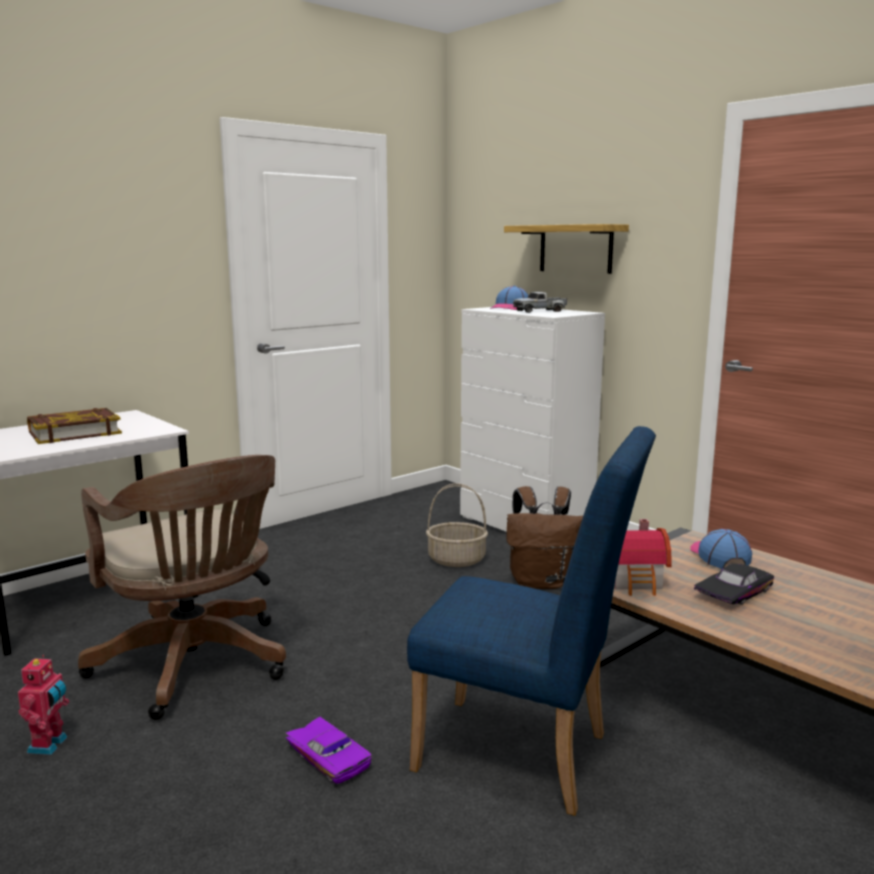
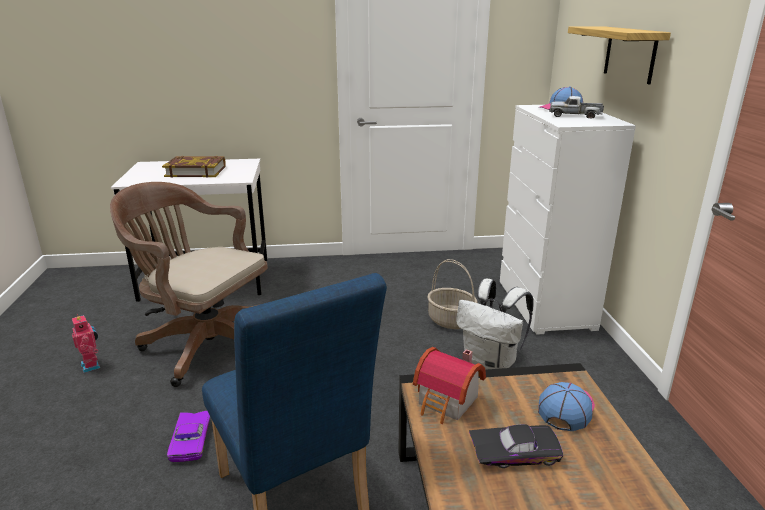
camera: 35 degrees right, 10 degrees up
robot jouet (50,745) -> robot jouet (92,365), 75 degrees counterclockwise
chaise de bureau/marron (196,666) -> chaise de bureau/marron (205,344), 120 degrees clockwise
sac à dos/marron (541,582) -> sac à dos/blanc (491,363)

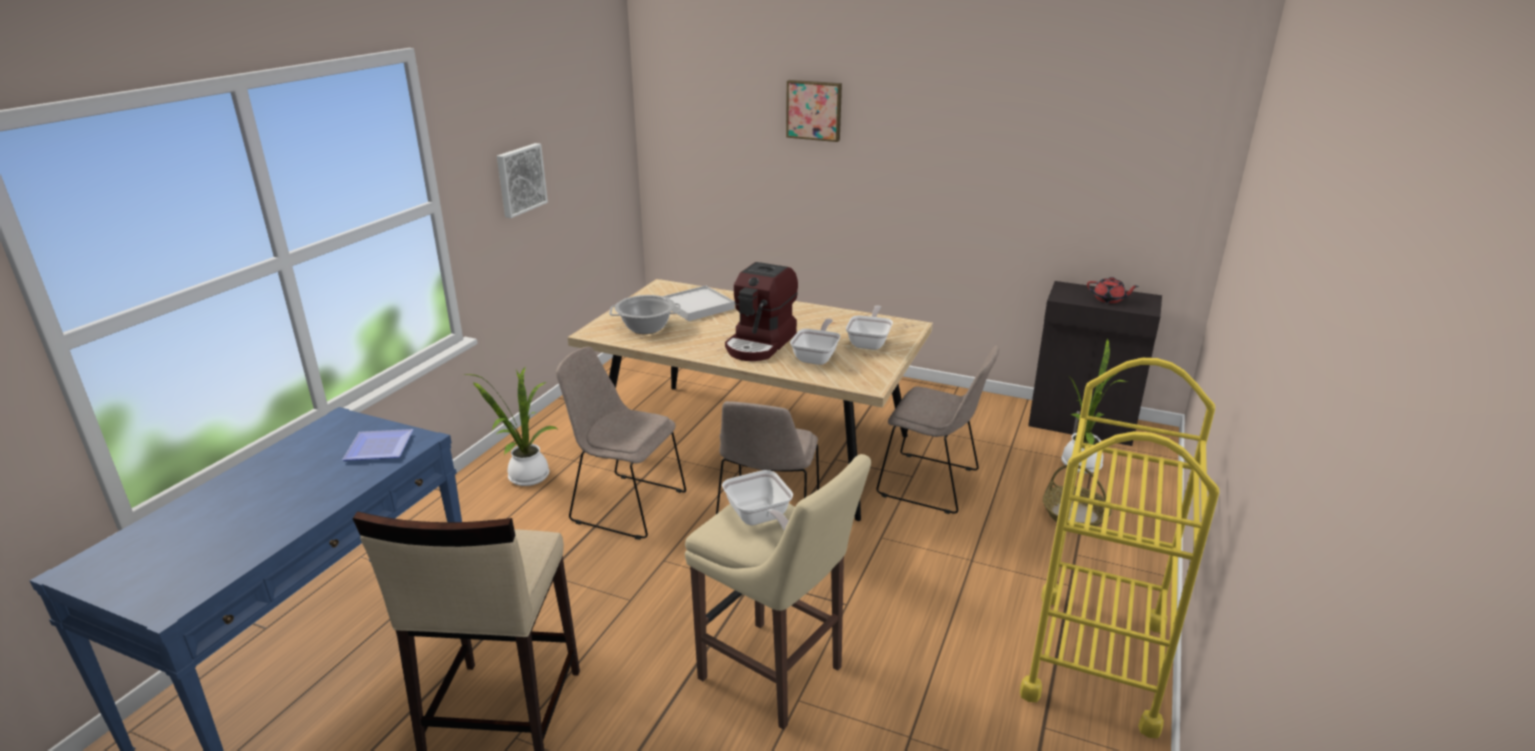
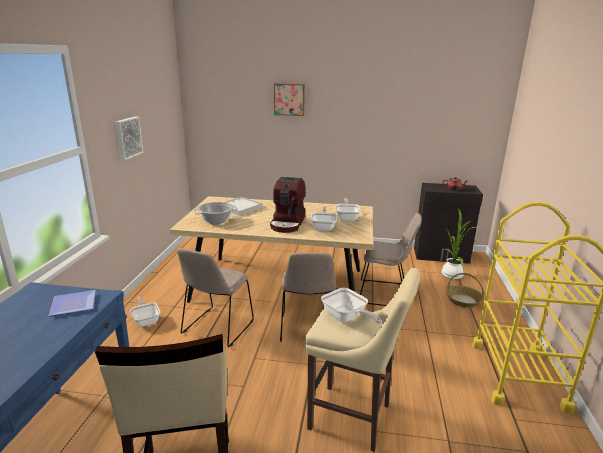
camera: 15 degrees left, 5 degrees down
plante en pot (525,477) -> poêle (146,320)
chaise/beige (625,505) -> chaise/beige (217,328), 75 degrees counterclockwise

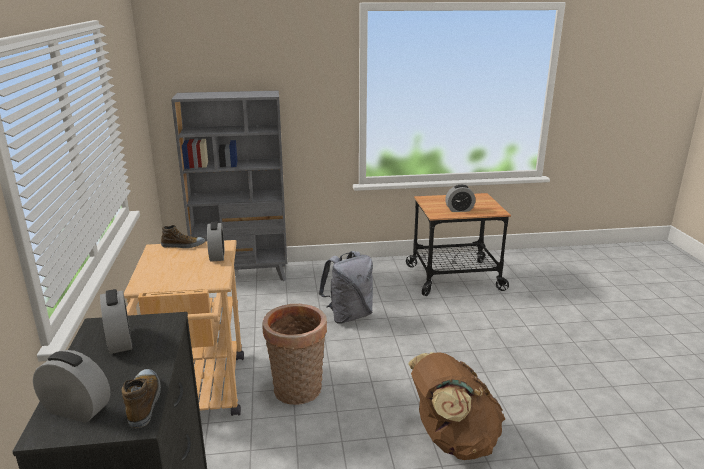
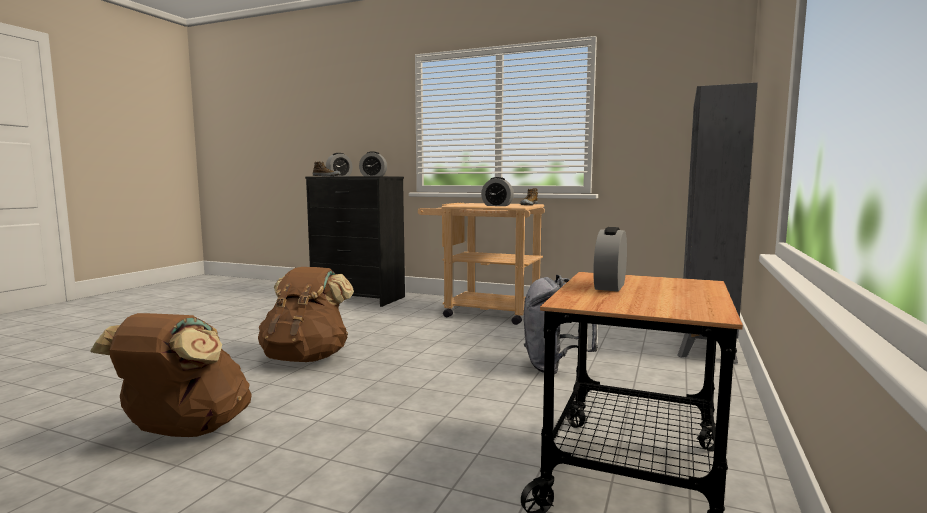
camera: 120 degrees right, 15 degrees down
panier (297,392) -> none
none -> sac à dos/marron (184,431)

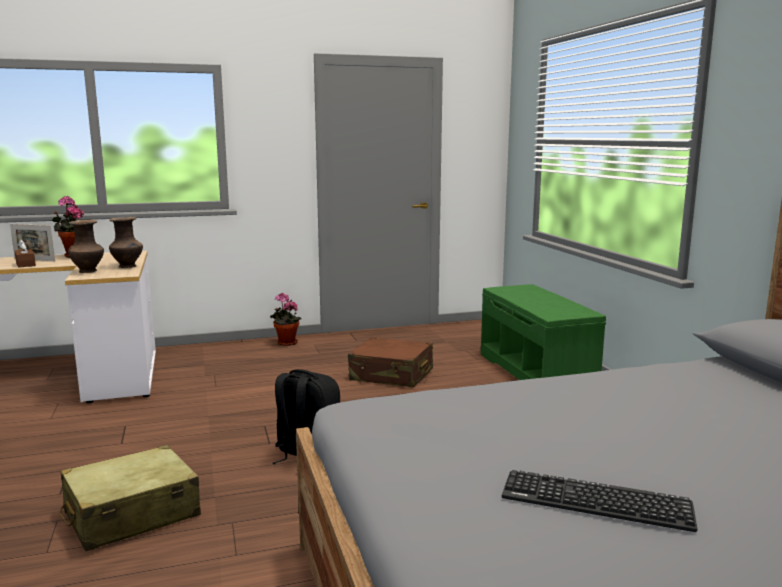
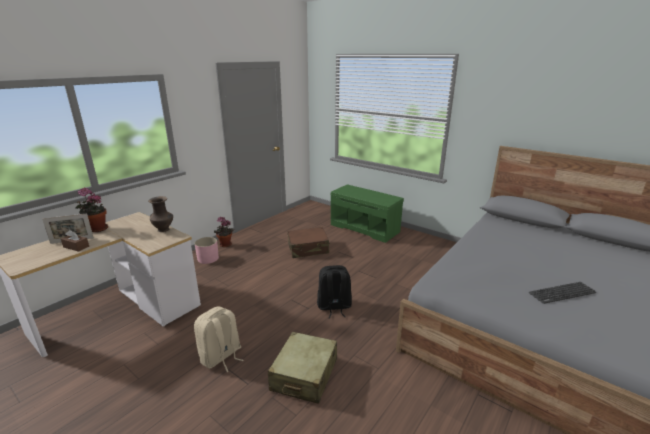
camera: 35 degrees left, 10 degrees up
vase/marron (88,271) -> none
none -> cache-pot/rose (208,258)
none -> sac à dos/beige (221,357)

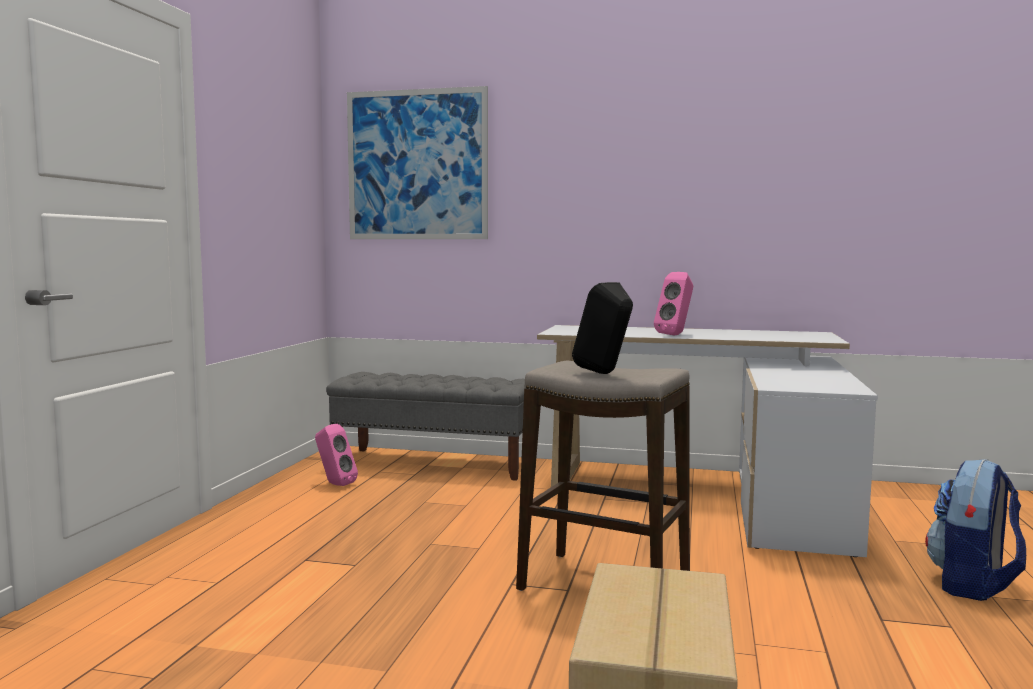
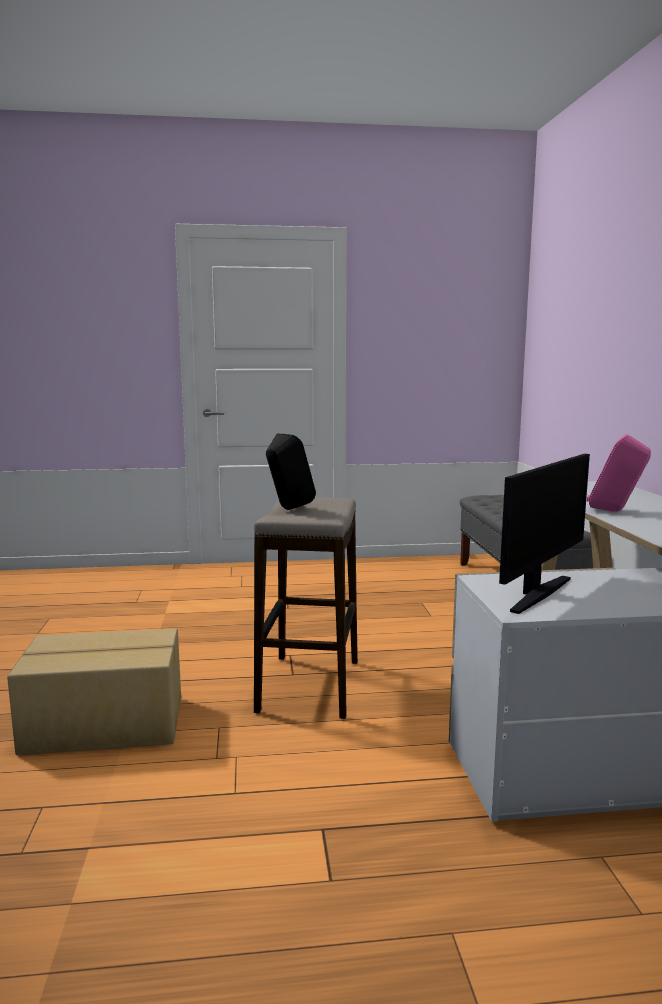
camera: 70 degrees right, 5 degrees up
enceinte/rose (334,484) -> none
tableau (417,165) -> none
sac à dos (973,585) -> none
none -> écran d'ordinateur (538,593)

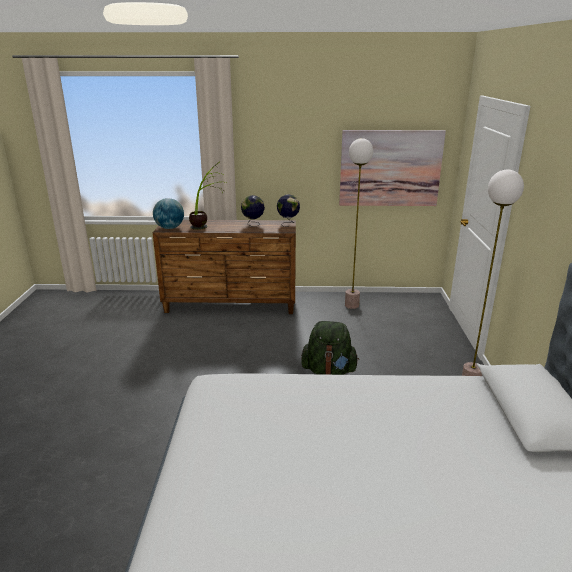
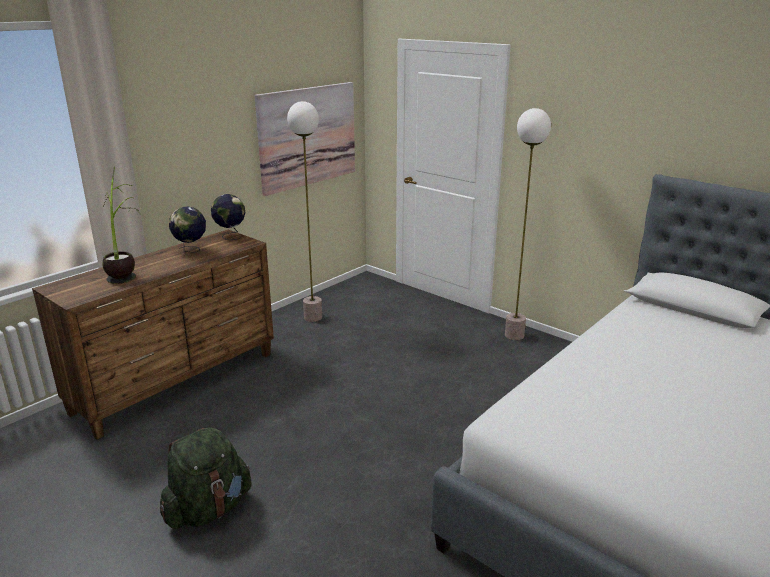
camera: 50 degrees left, 0 degrees up
globe (169,228) -> none
sac à dos/vert (329,371) -> sac à dos/vert (208,509), shifted

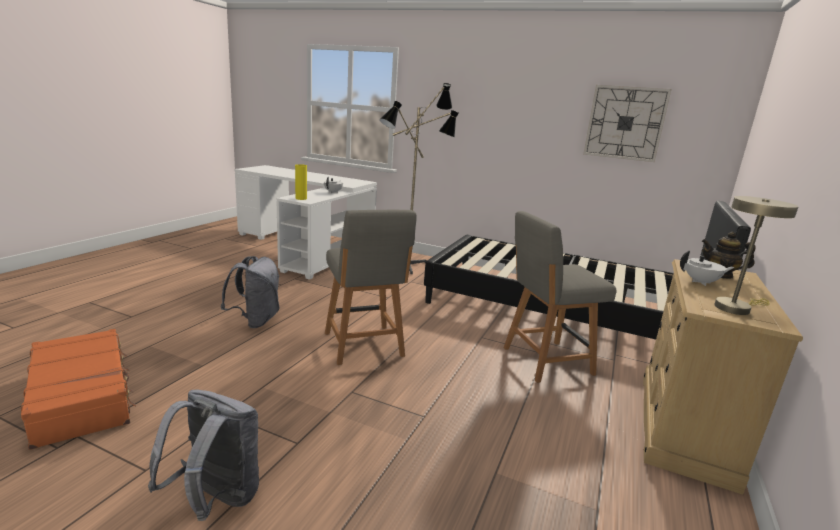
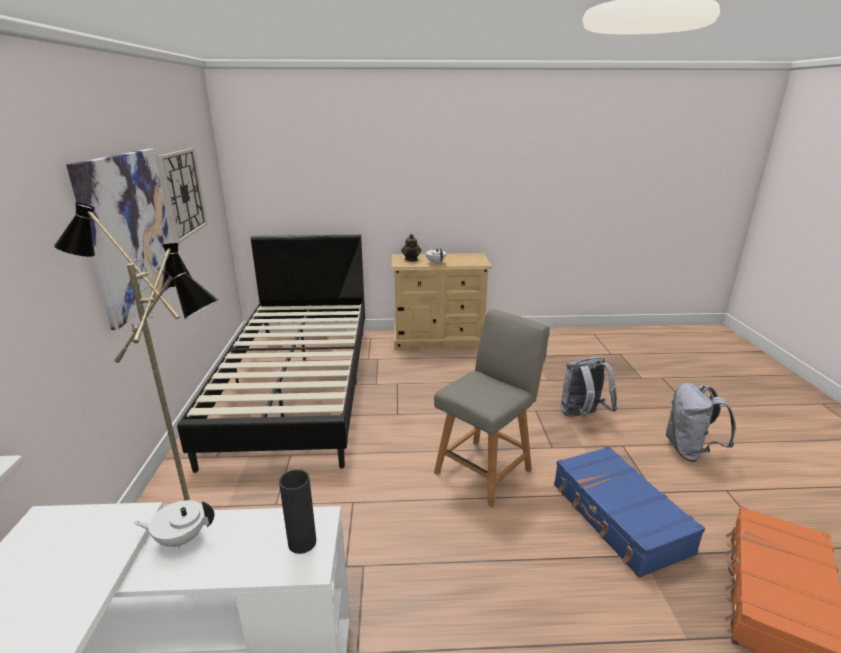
camera: 115 degrees left, 5 degrees up
sac à dos/gris (255,321) -> sac à dos/gris (582,416), shifted
vase/jaune (301,198) -> vase/noir (302,542)
chaise/gris (544,361) -> none
lampe de table/beige (735,307) -> none
none -> tableau (130,232)
none -> valise/bleu (618,518)

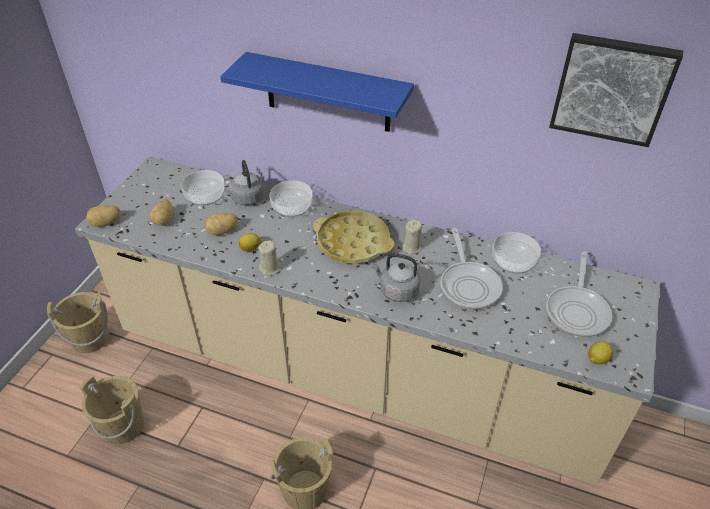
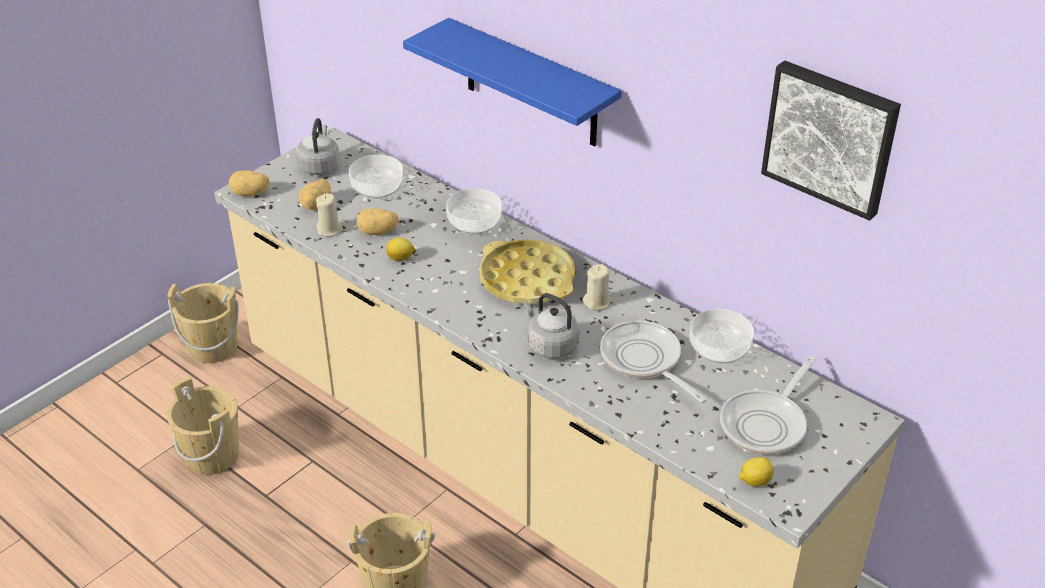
camera: 20 degrees right, 5 degrees down
bouilloire/gris (247,196) -> bouilloire/gris (319,166), shifted
bougie/beige (270,268) -> bougie/beige (329,229), shifted
poêle (469,284) -> poêle (644,361), 135 degrees clockwise

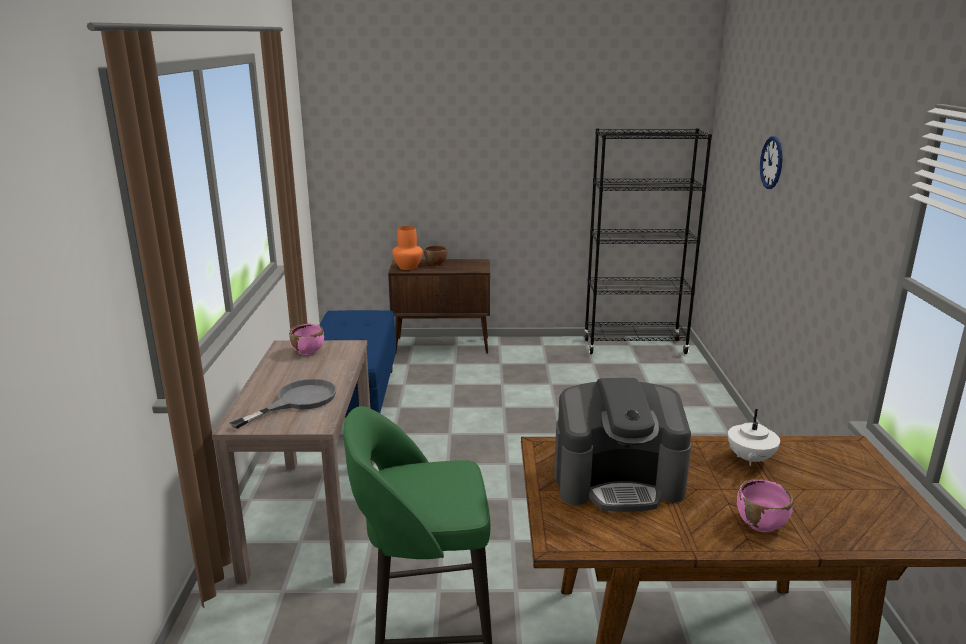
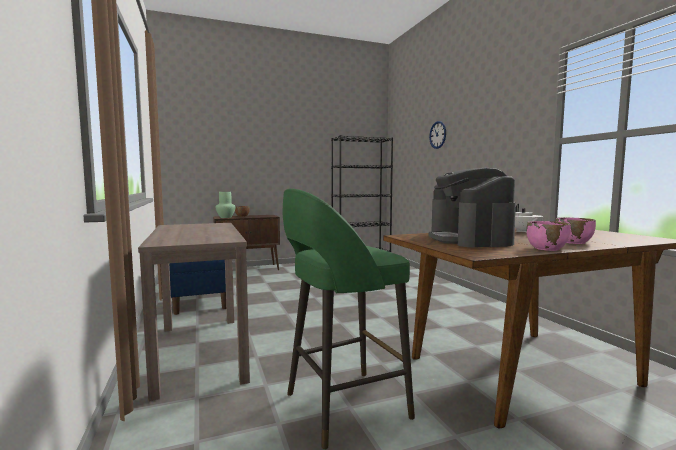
camera: 20 degrees left, 15 degrees down
poêle/gris (298,401) -> none
bol/rose (308,351) -> bol/rose (547,248), shifted
vase/orange (408,267) -> vase/vert (226,217)
machine à café (618,481) -> machine à café (469,239), 105 degrees clockwise

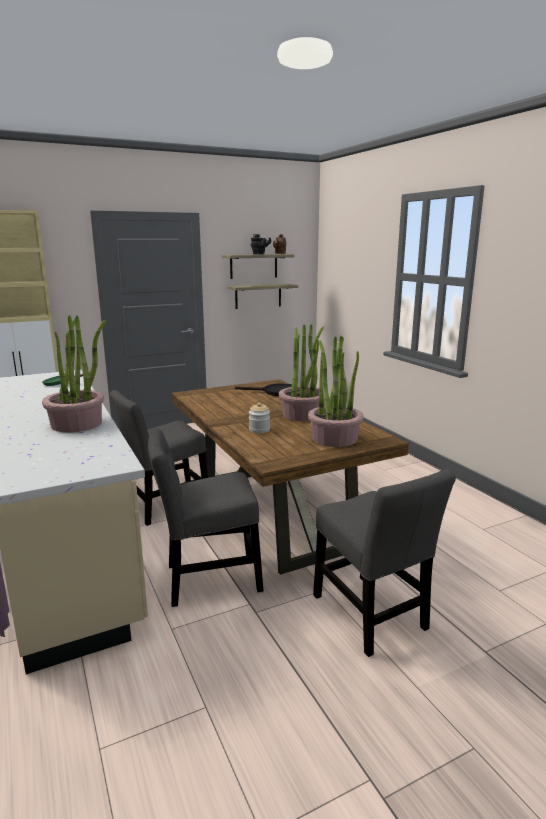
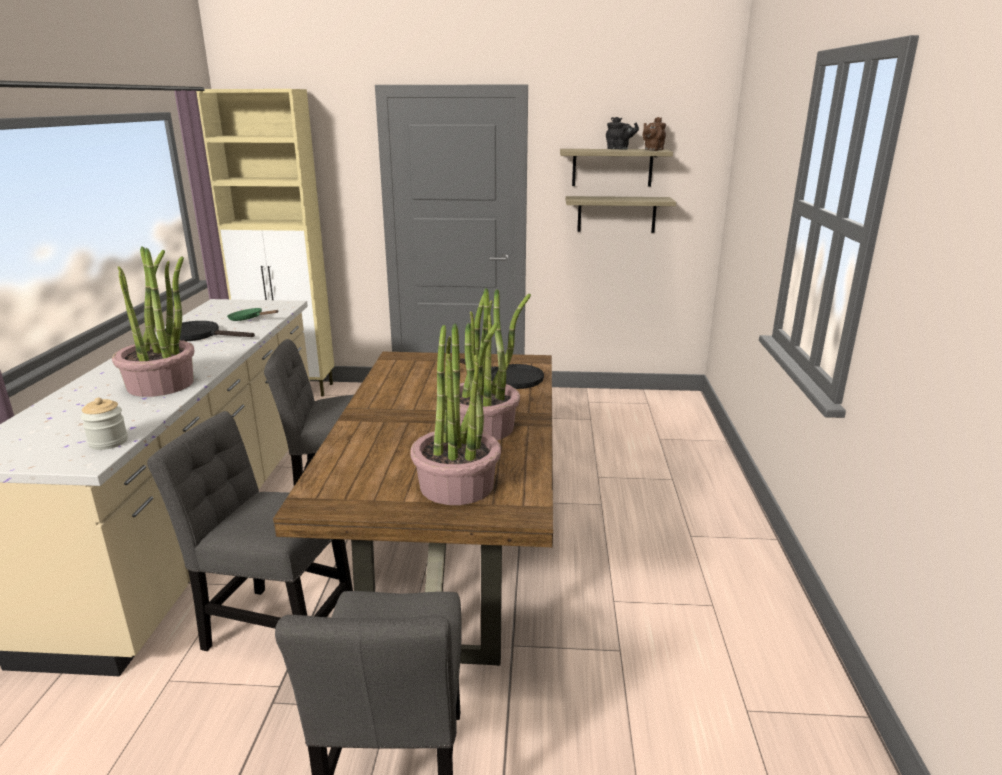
camera: 30 degrees right, 5 degrees up
bocal (259,430) -> bocal (108,442), shifted
none -> poêle/noir (200,335)

